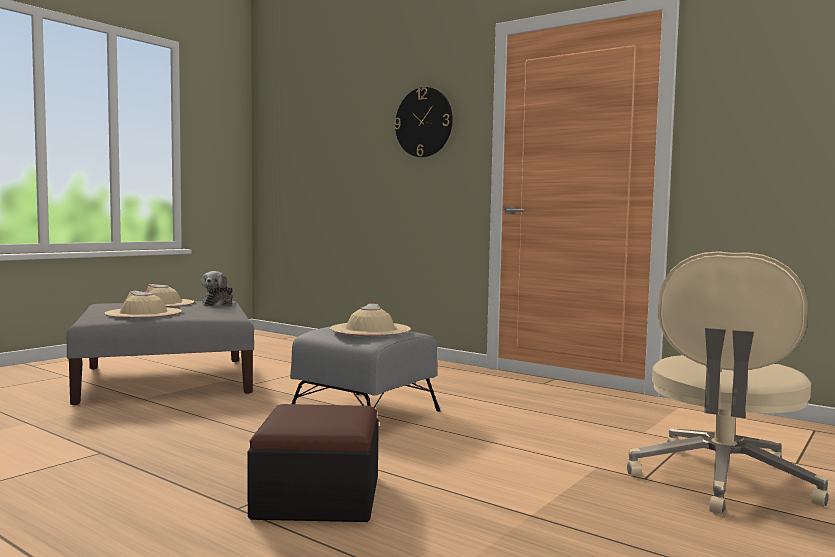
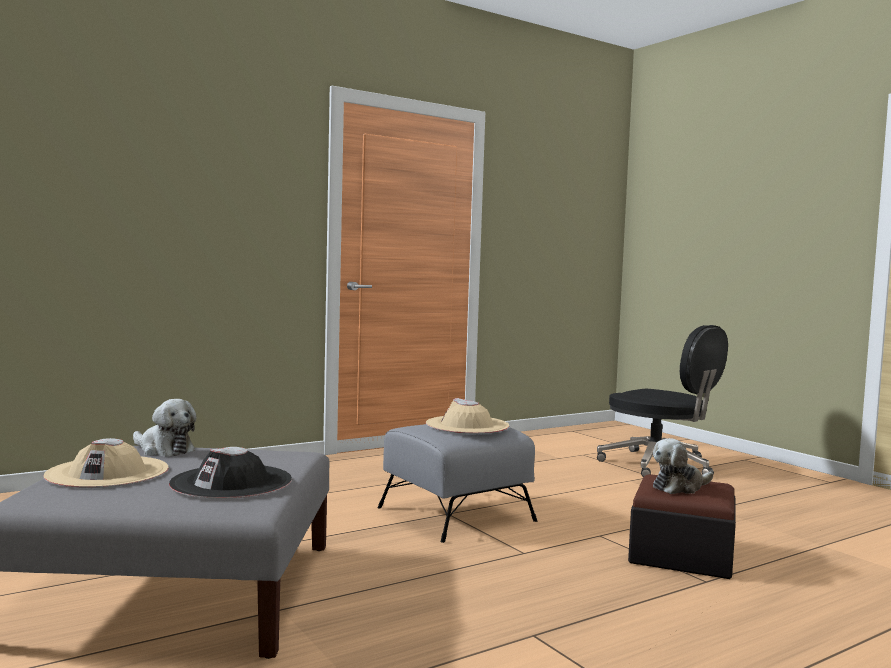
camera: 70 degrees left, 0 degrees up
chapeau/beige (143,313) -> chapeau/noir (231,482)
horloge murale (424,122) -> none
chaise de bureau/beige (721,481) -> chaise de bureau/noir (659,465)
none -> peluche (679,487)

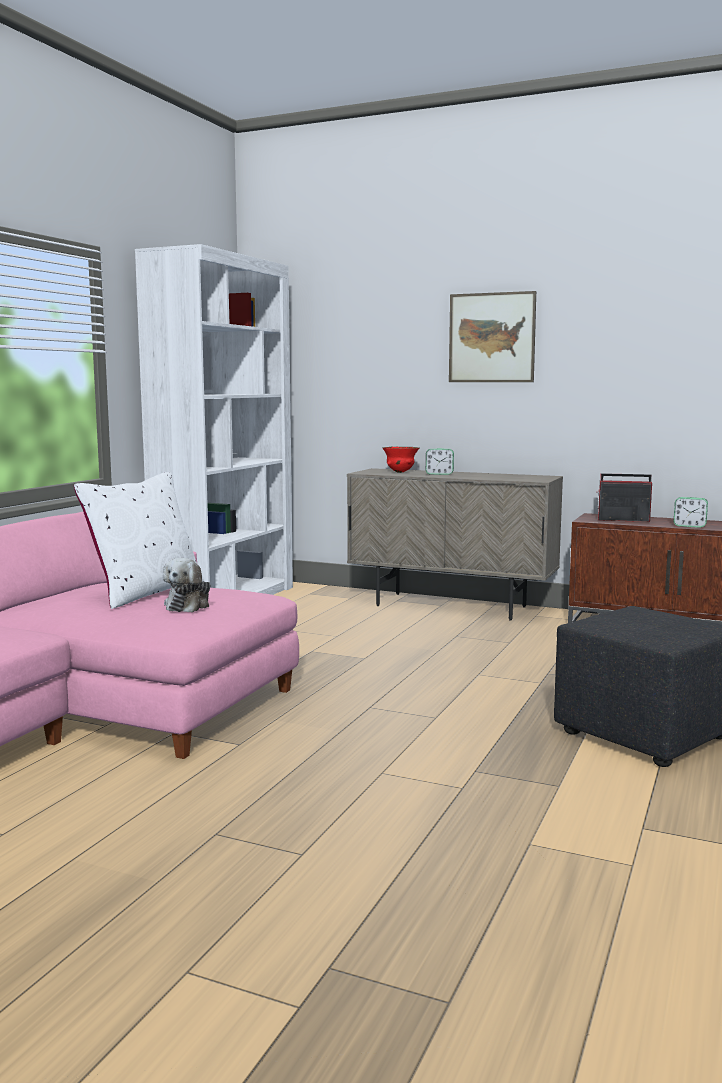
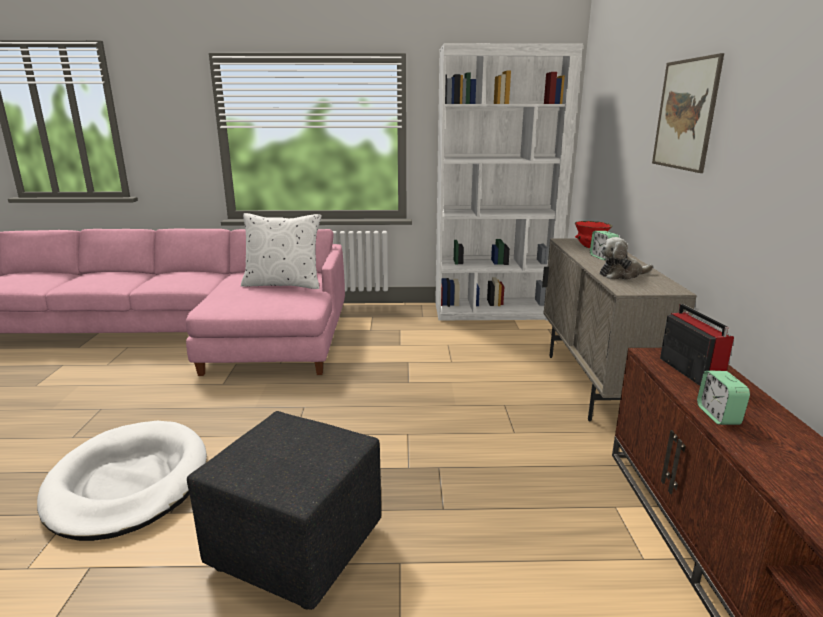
camera: 65 degrees right, 10 degrees up
peluche (189,605) -> peluche (621,275), shifted
none -> panier pour chien/blanc (128,483)

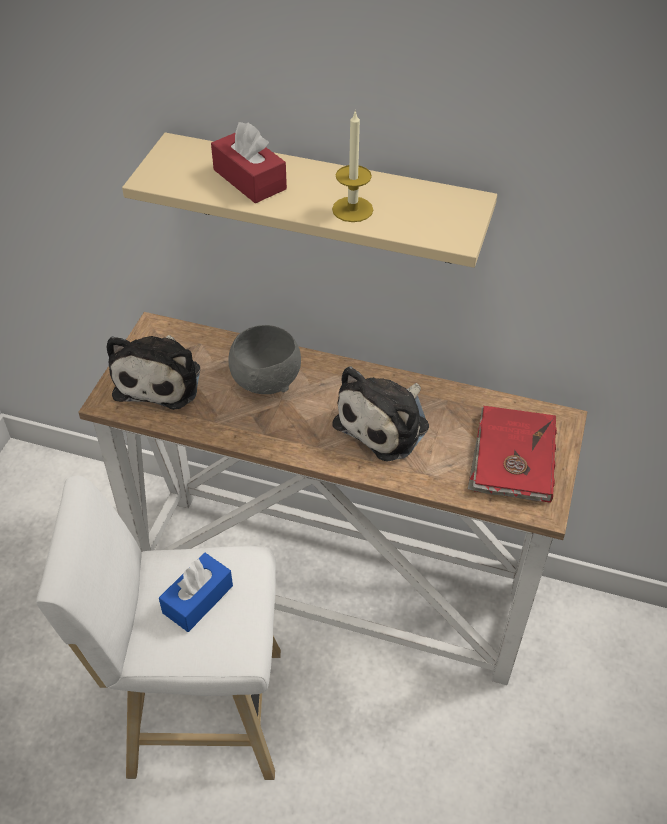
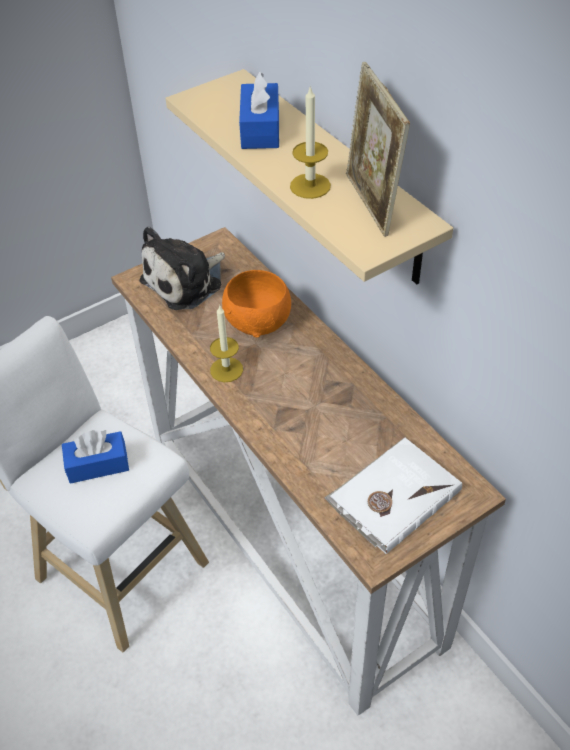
camera: 40 degrees right, 0 degrees up
boîte à mouchoirs/rouge (249,179) -> boîte à mouchoirs/bleu (260,129)
bol/gris (267,380) -> bol/orange (259,323)
peluche (386,423) -> none
livre/rouge (512,457) -> livre/blanc (392,496)
none -> bougie (226,369)
none -> cadre photo (371,204)

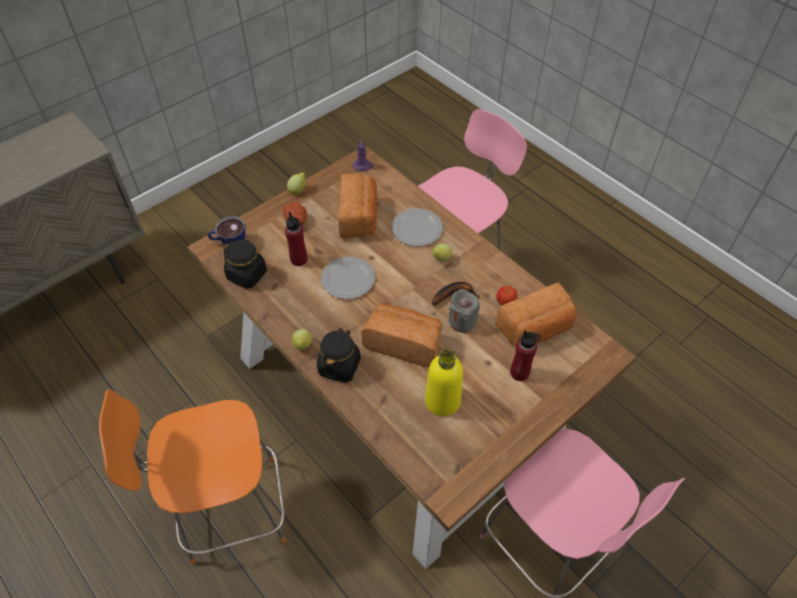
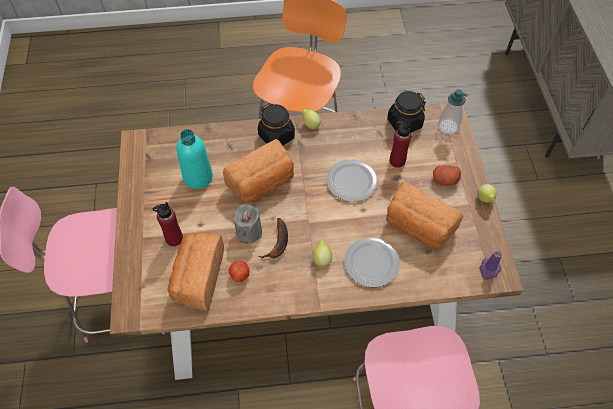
camera: 125 degrees right, 5 degrees up
tasse (229,243) -> distributeur de savon (448,126)
bouteille/jaune (442,401) -> bouteille/turquoise (198,177)

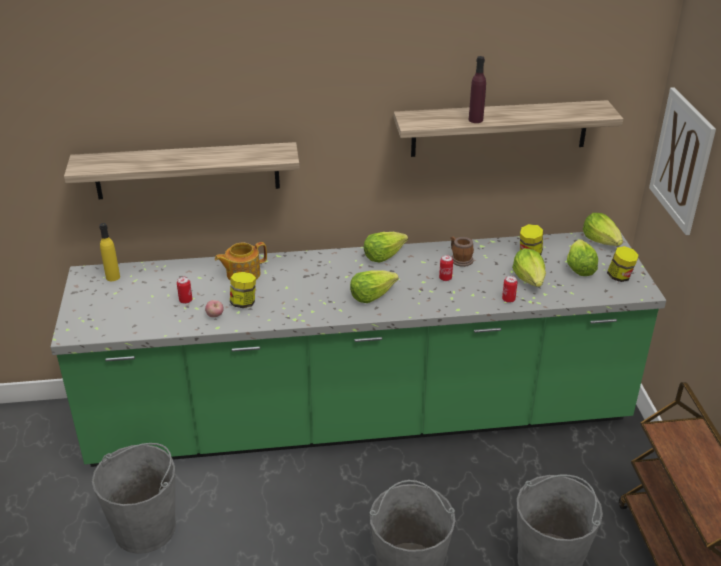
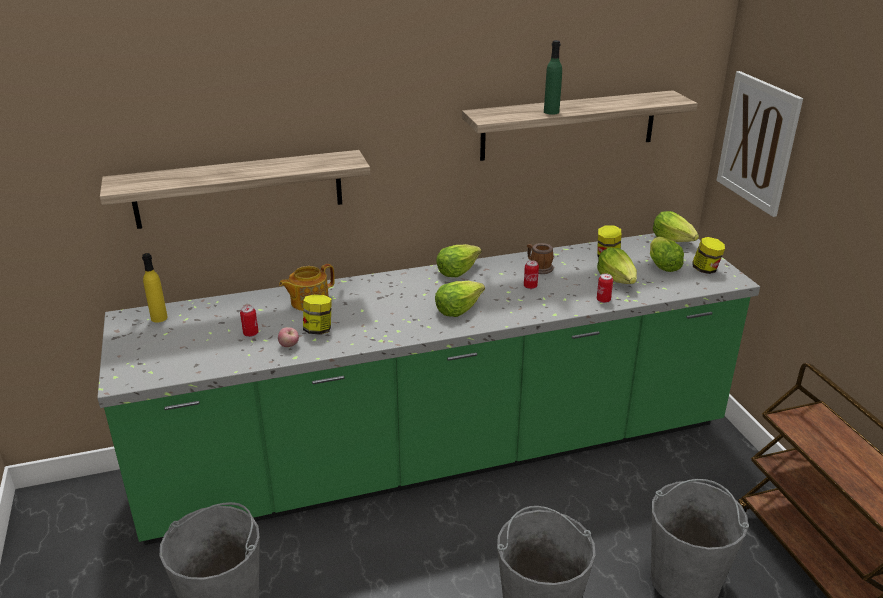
camera: 10 degrees left, 5 degrees down
bouteille/violet (475,120) -> bouteille/vert (551,112)

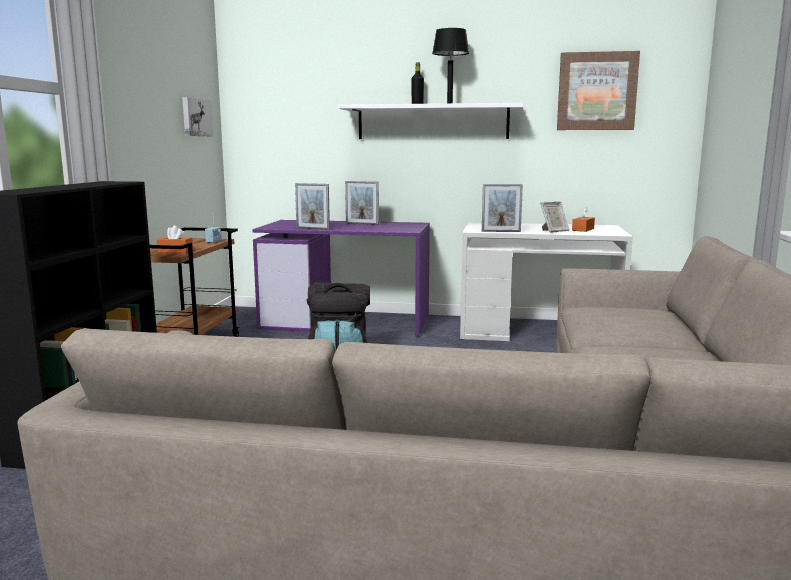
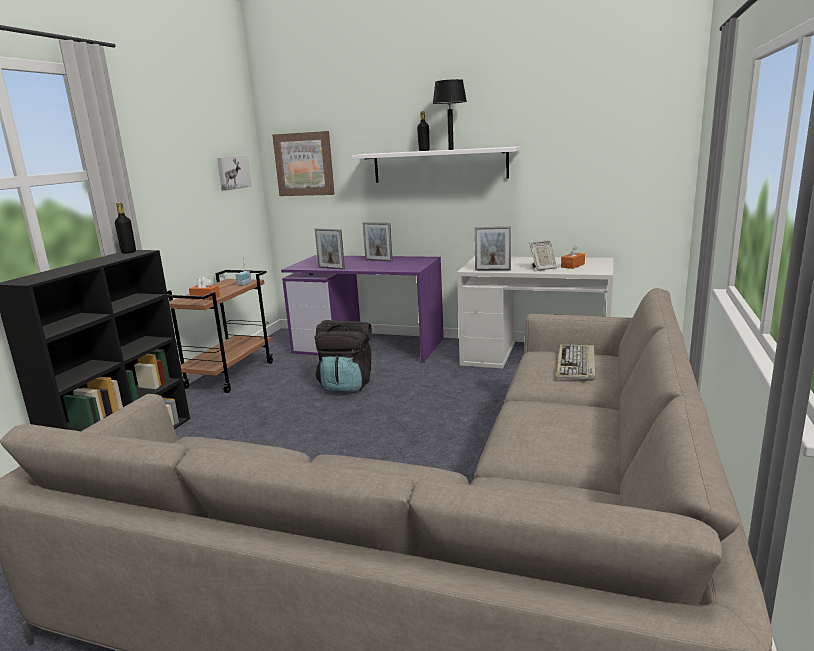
camera: 10 degrees right, 5 degrees up
tableau (597,91) -> tableau (304,164), shifted
none -> bouteille/noir (129,252)
none -> clavier (576,364)

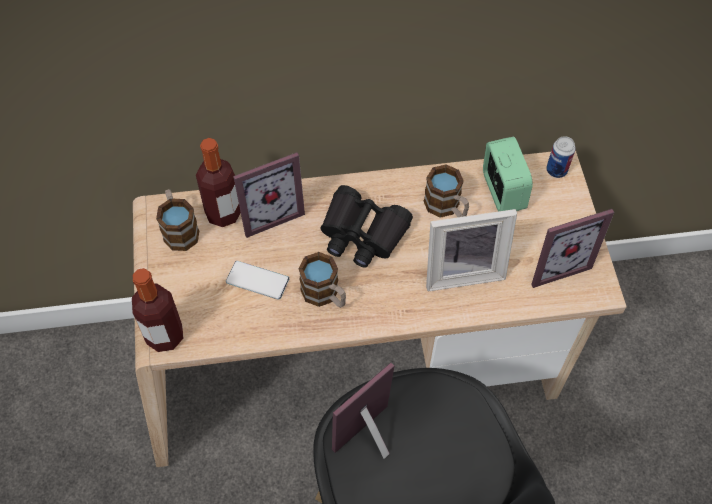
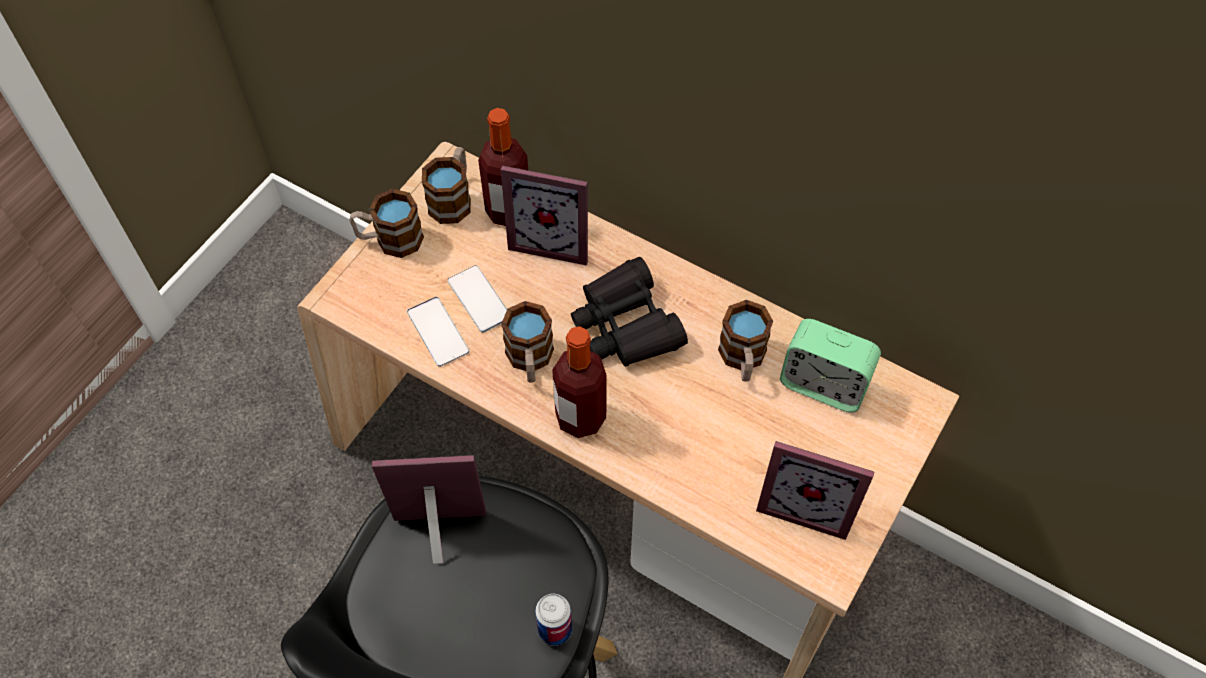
camera: 40 degrees right, 0 degrees up
bouteille (165,336) -> bouteille (580,417), shifted
cadre photo (462,270) -> none
réveil (502,191) -> réveil (823,384), 90 degrees clockwise
boîte métallique (556,170) -> boîte métallique (555,630), shifted
none -> mug (390,239)
none -> téléphone (438,332)

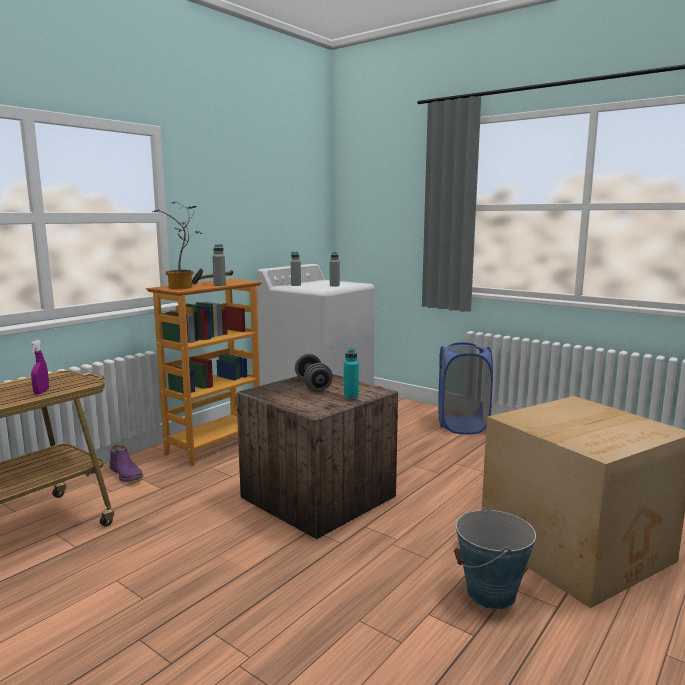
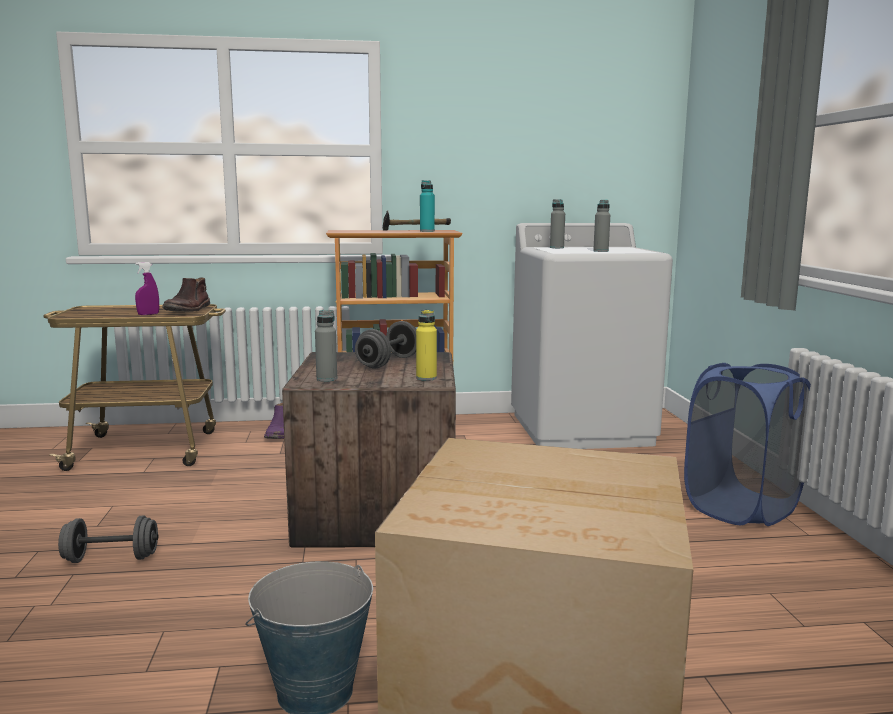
camera: 45 degrees right, 0 degrees up
plante en pot (182,287) -> none
bouteille/gris (219,285) -> bouteille/gris (326,379), shifted
bouteille/turquoise (351,397) -> bouteille/turquoise (427,231), shifted
none -> haltère/gris (111,558)
none -> botte/marron (188,309)
none -> bouteille/jaune (426,378)

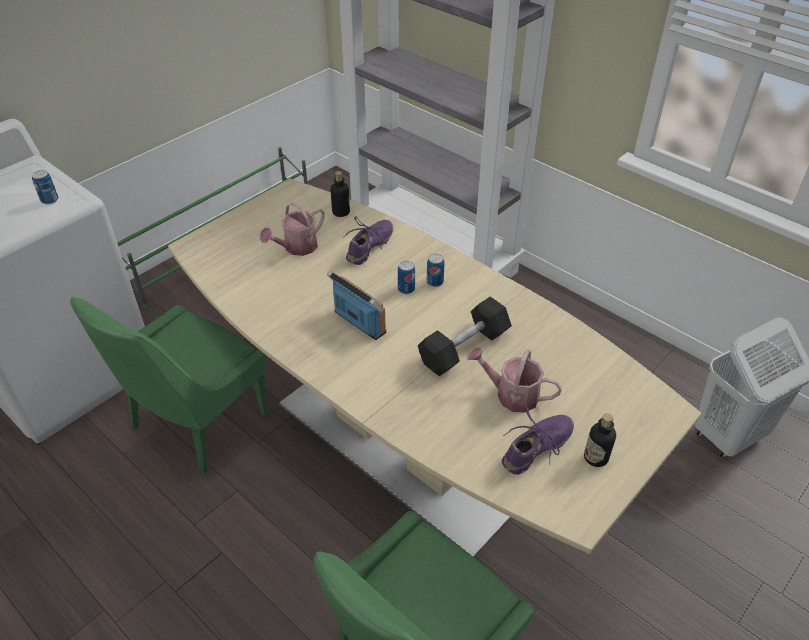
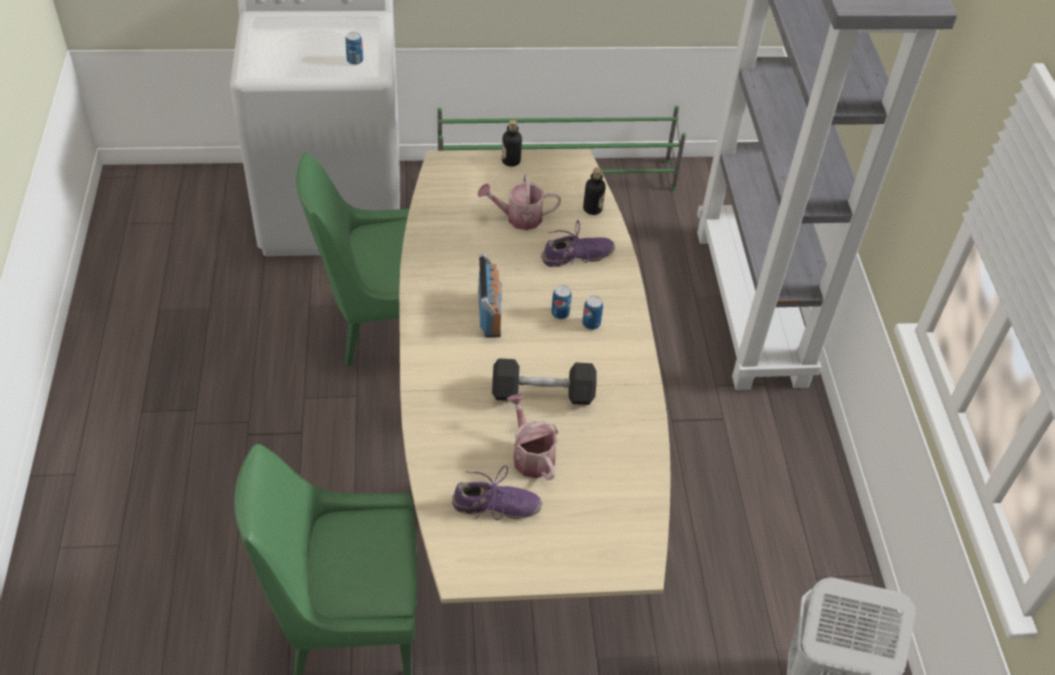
camera: 40 degrees right, 5 degrees up
bouteille (596,457) -> bouteille (511,161), shifted

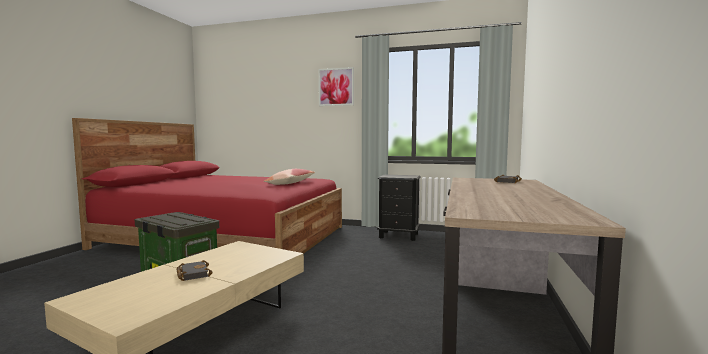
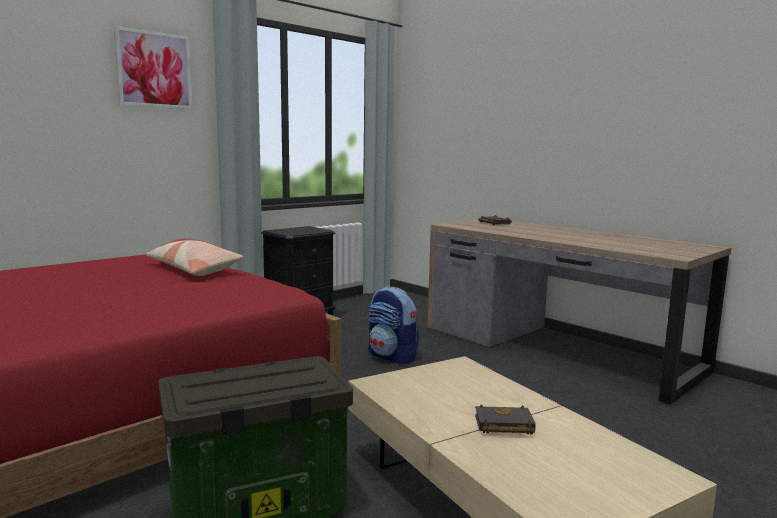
camera: 60 degrees left, 5 degrees up
none -> sac à dos (392,357)

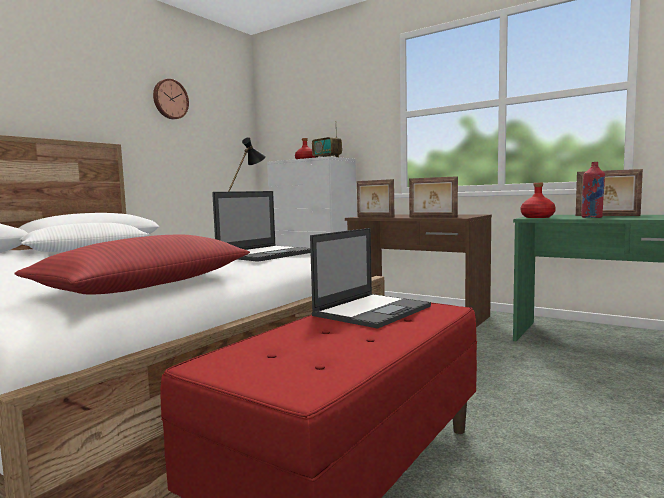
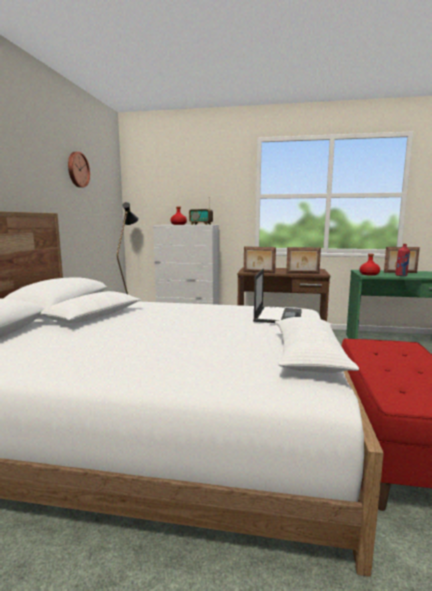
camera: 25 degrees left, 5 degrees up
coussin/rouge (148,285) -> coussin/blanc (308,356)
ordinateur portable (373,310) -> none

